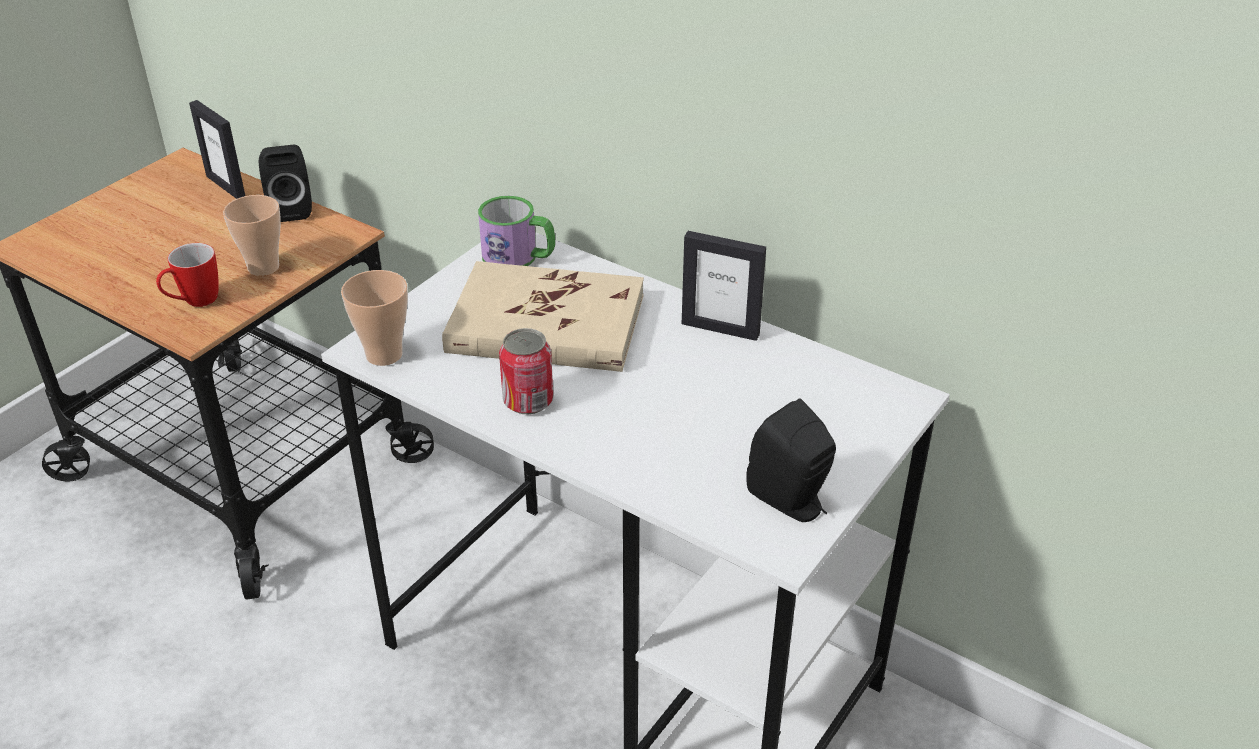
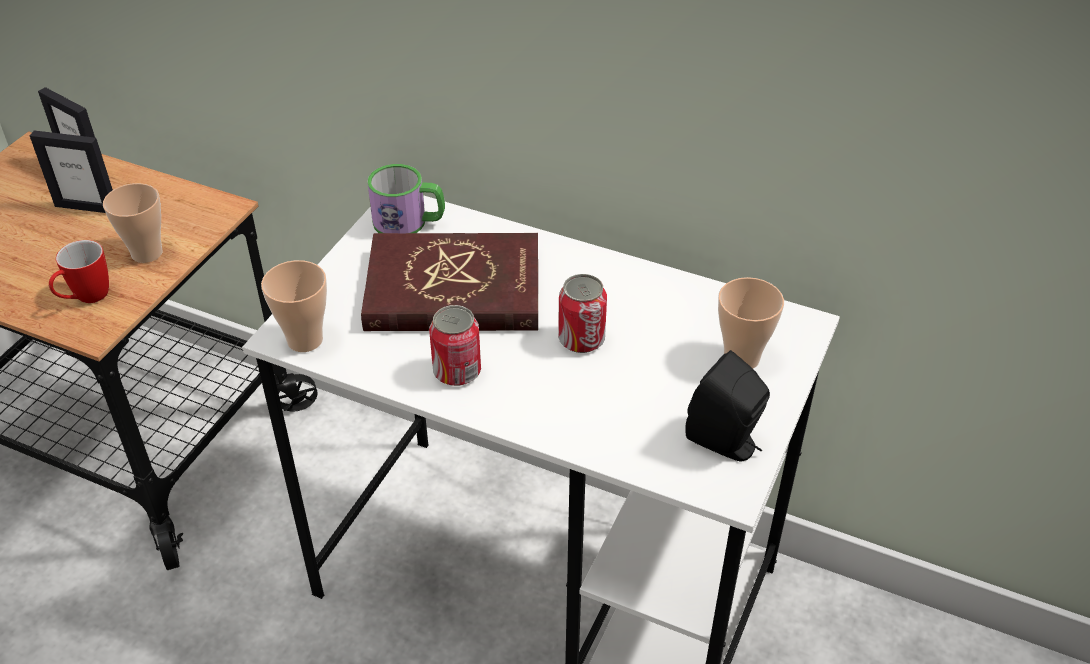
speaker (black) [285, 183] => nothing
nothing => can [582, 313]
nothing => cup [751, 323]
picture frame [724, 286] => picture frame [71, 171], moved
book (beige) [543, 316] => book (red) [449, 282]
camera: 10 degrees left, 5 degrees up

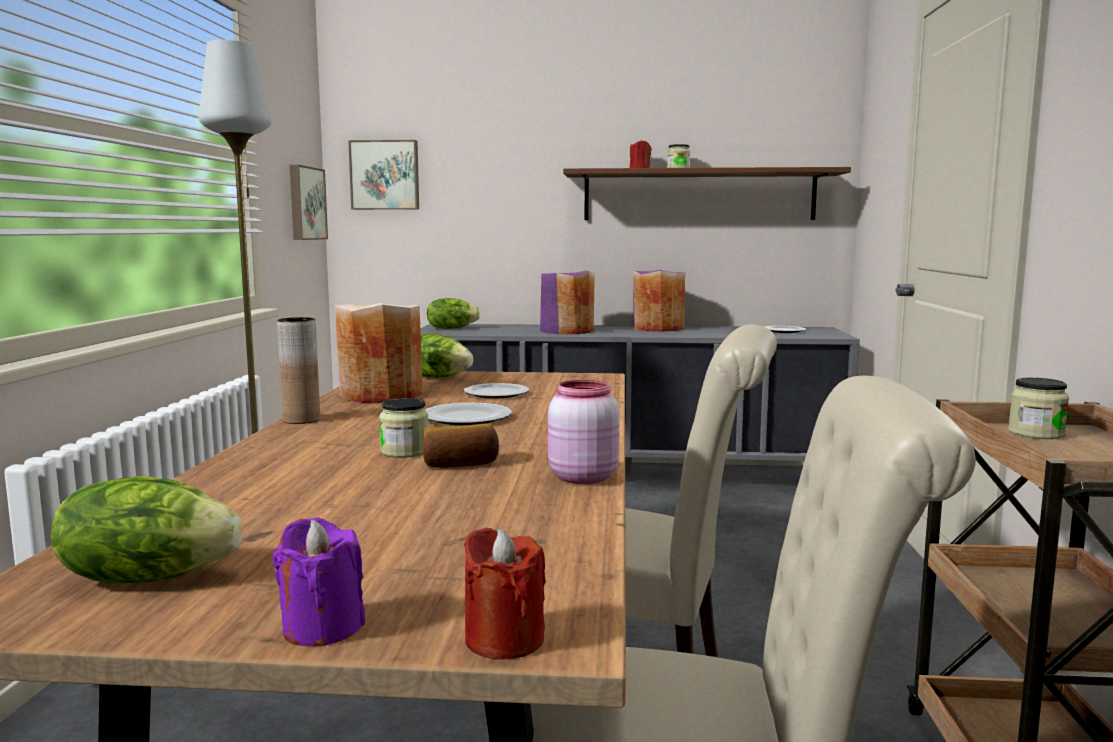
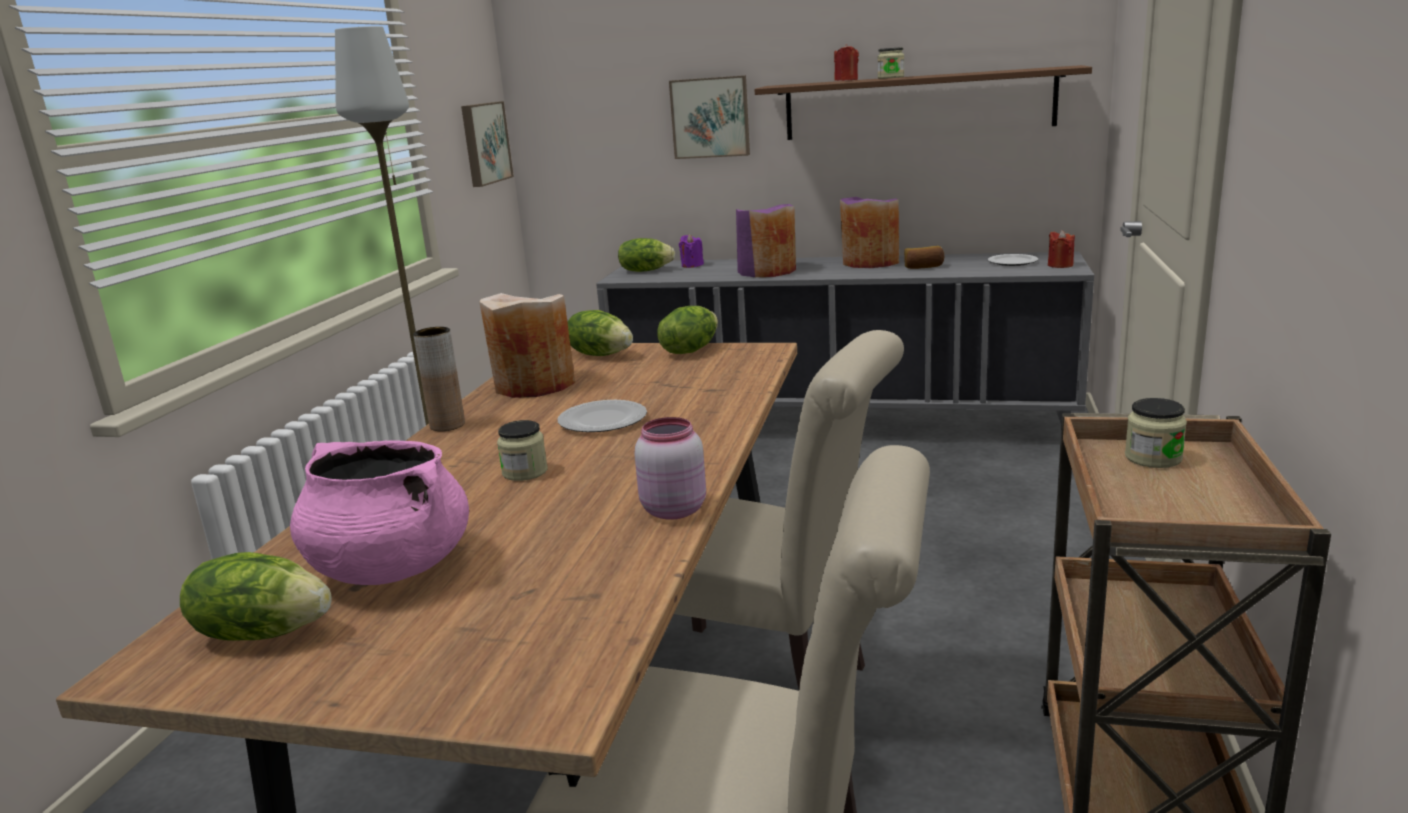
plate [496, 390] => nothing
nothing => cooking pot (pink) [379, 512]
nothing => lettuce [687, 330]
candle (purple) [319, 582] => candle (purple) [691, 251], moved
picture [383, 175] => picture [709, 117], moved
bread [461, 446] => bread [924, 257], moved
candle (red) [505, 594] => candle (red) [1061, 249], moved
camera: 10 degrees right, 10 degrees up

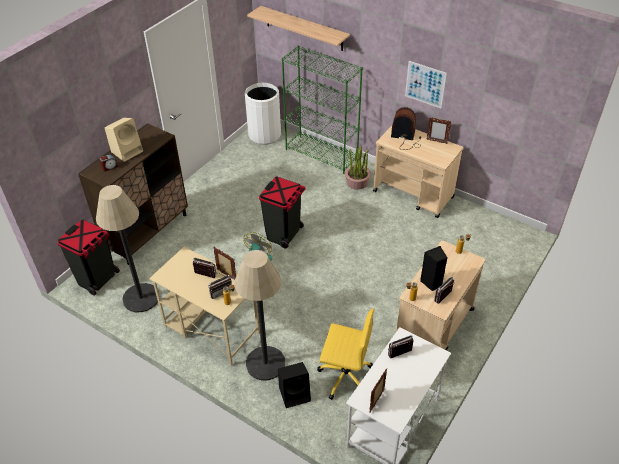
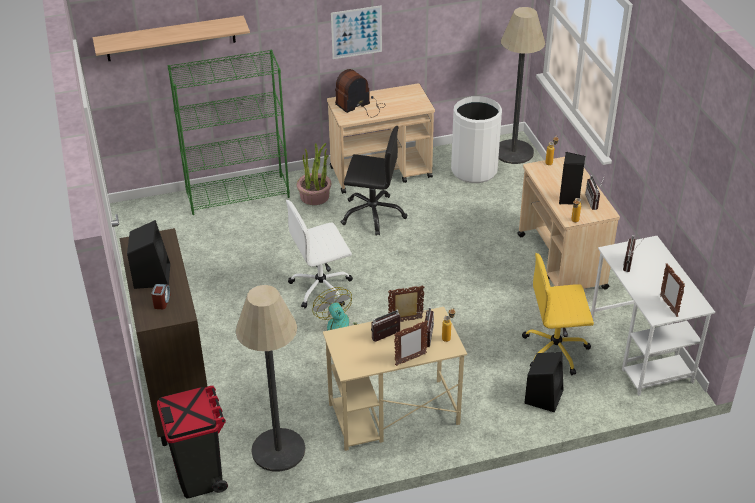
nothing => office chair (black) [374, 181]
floor lamp [259, 315] => floor lamp [521, 85], moved
trash can (white) [263, 114] => trash can (white) [476, 139], moved
picture frame [439, 130] => picture frame [411, 343], moved
trash can (black) [282, 212] => office chair (white) [319, 254]
speaker (beige) [124, 140] => speaker (black) [148, 254]
office chair (yellow) [346, 354] => office chair (yellow) [558, 314], 150 degrees counterclockwise
camera: 50 degrees left, 5 degrees down

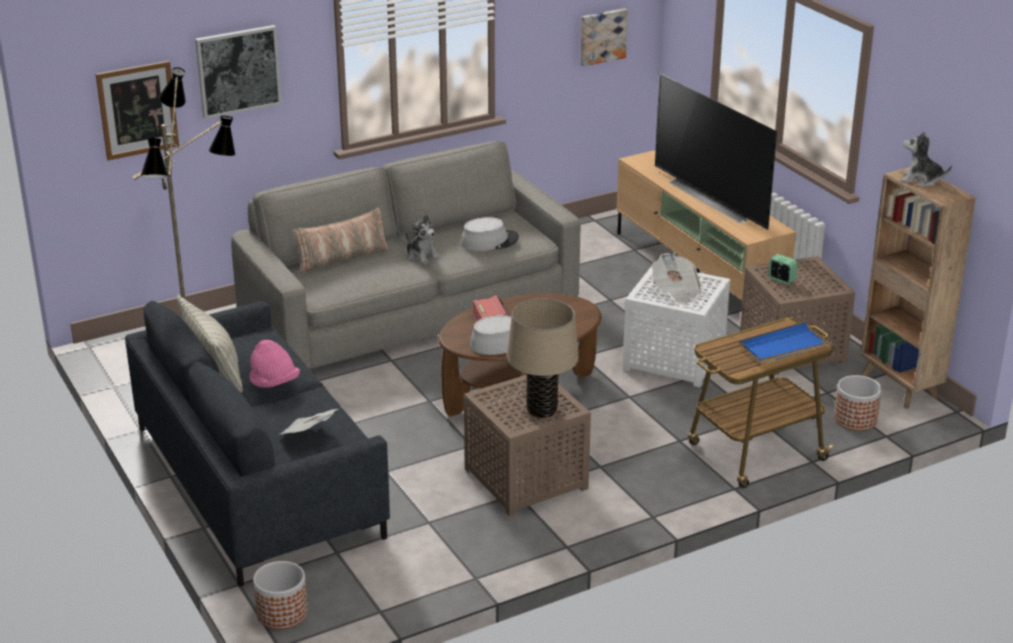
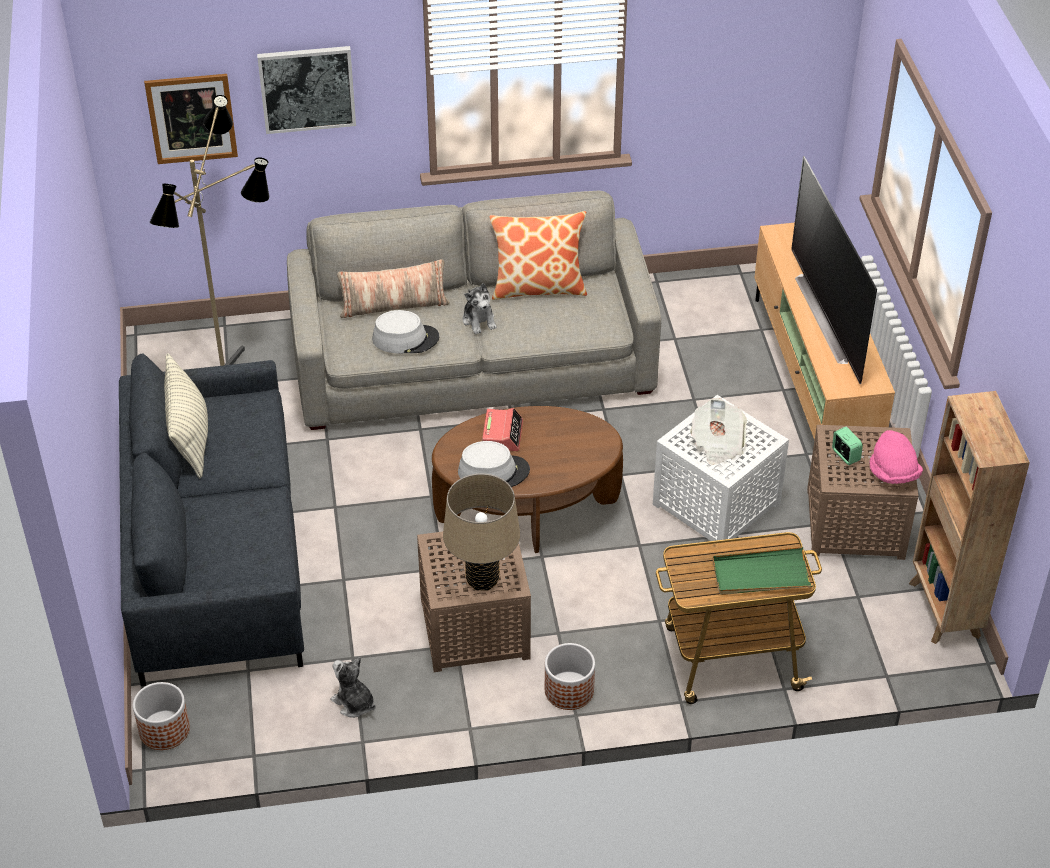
newspaper [308, 422] => nothing
picture [604, 37] => nothing
nothing => pillow [538, 255]
hat (pink) [275, 364] => hat (pink) [896, 457], moved
hat (grey) [490, 234] => hat (grey) [405, 332], moved
planter [858, 403] => planter [570, 676], moved
plush toy [926, 159] => plush toy [353, 687], moved
tray (blue) [786, 343] => tray (green) [762, 571]
camera: 20 degrees right, 15 degrees up

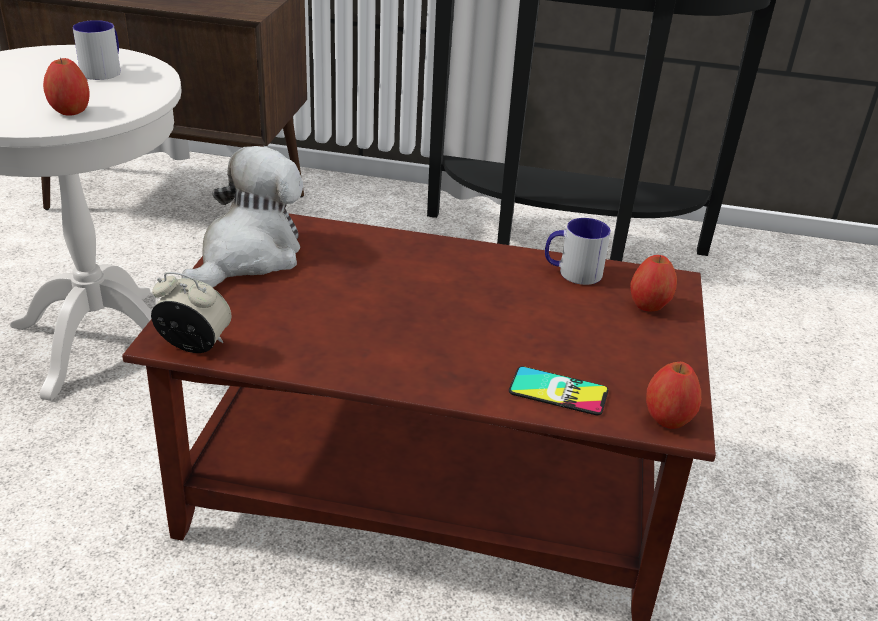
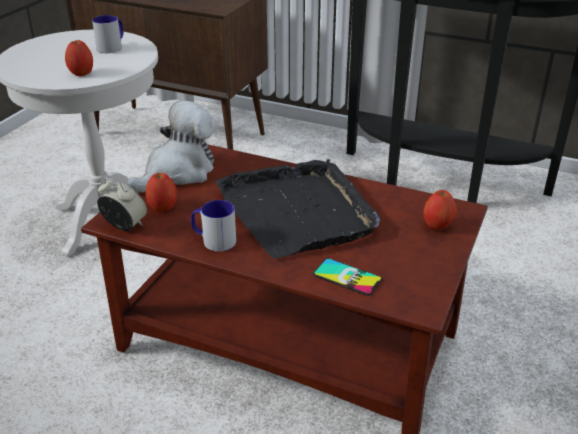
nothing => tray (black) [298, 208]
mug [578, 251] => mug [213, 226], moved
apple [674, 395] => apple [161, 192], moved
camera: 15 degrees right, 0 degrees up

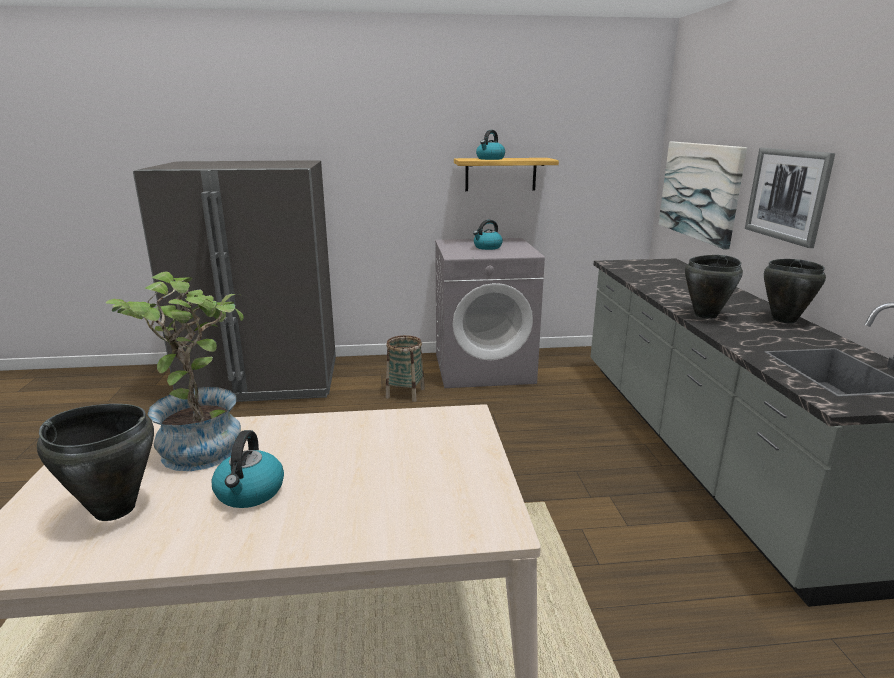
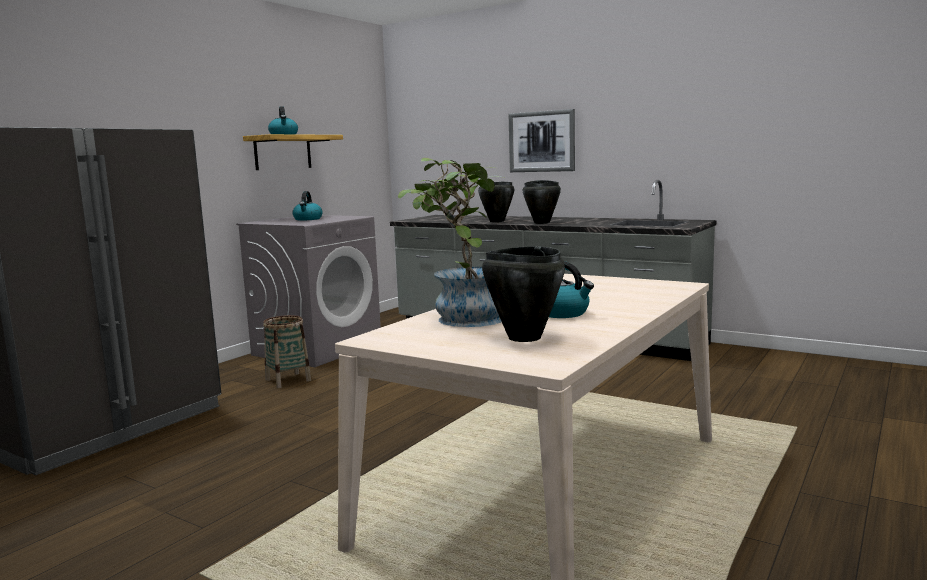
picture [702, 195] => nothing
cooking pot (black) [795, 291] => cooking pot (black) [496, 202], moved
camera: 50 degrees left, 10 degrees down

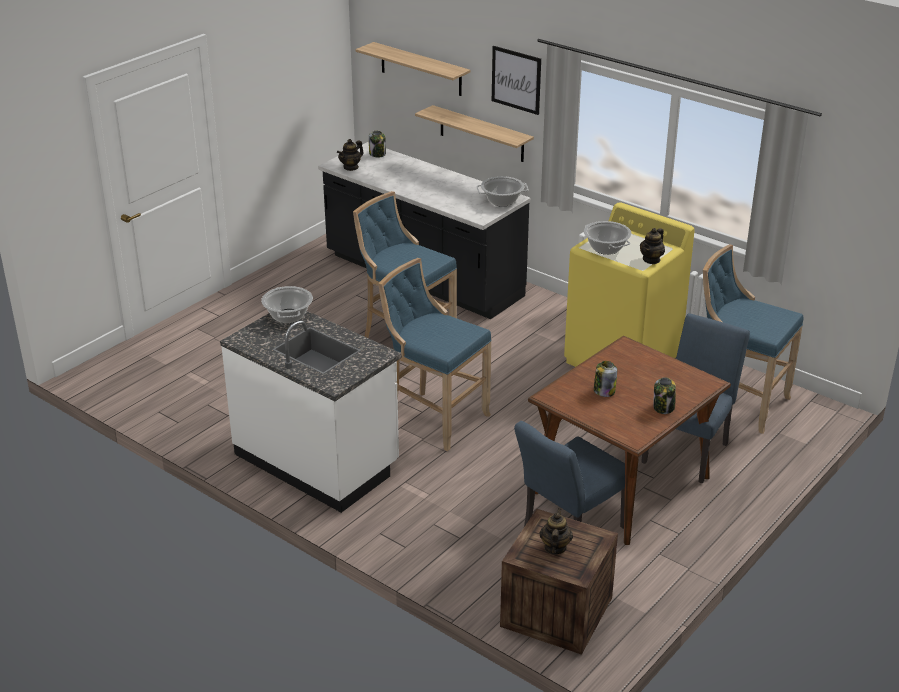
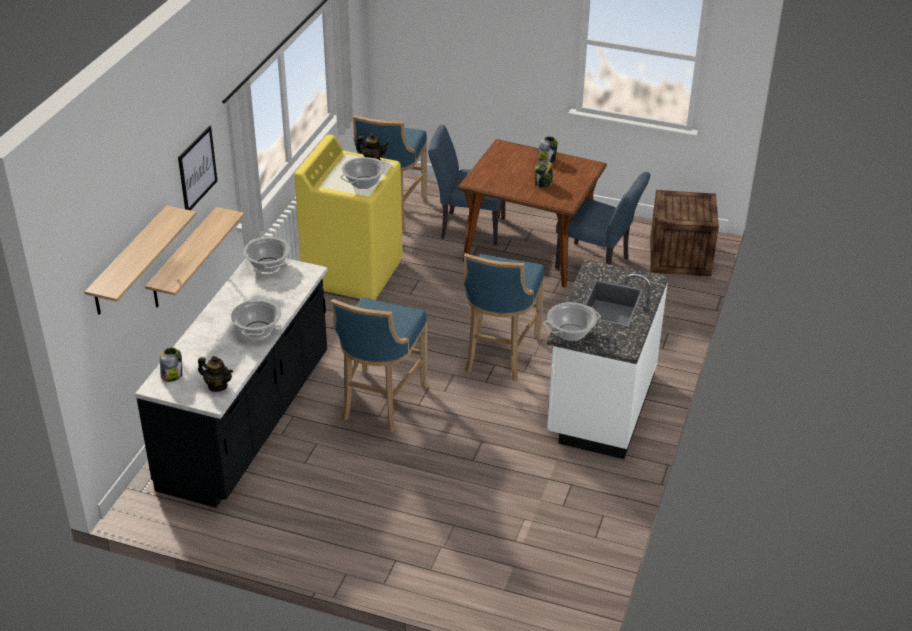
teapot [556, 531] => nothing
nothing => cooking pot [256, 318]
camera: 110 degrees left, 5 degrees up

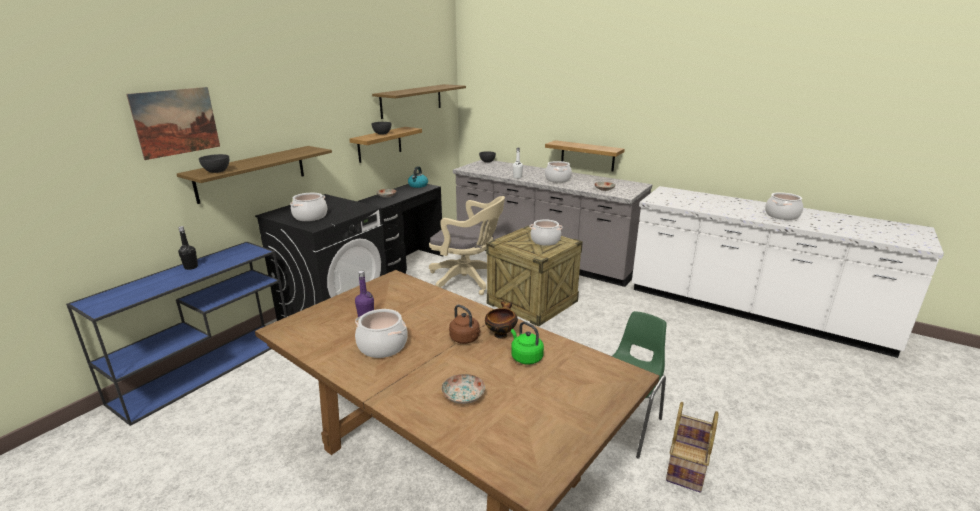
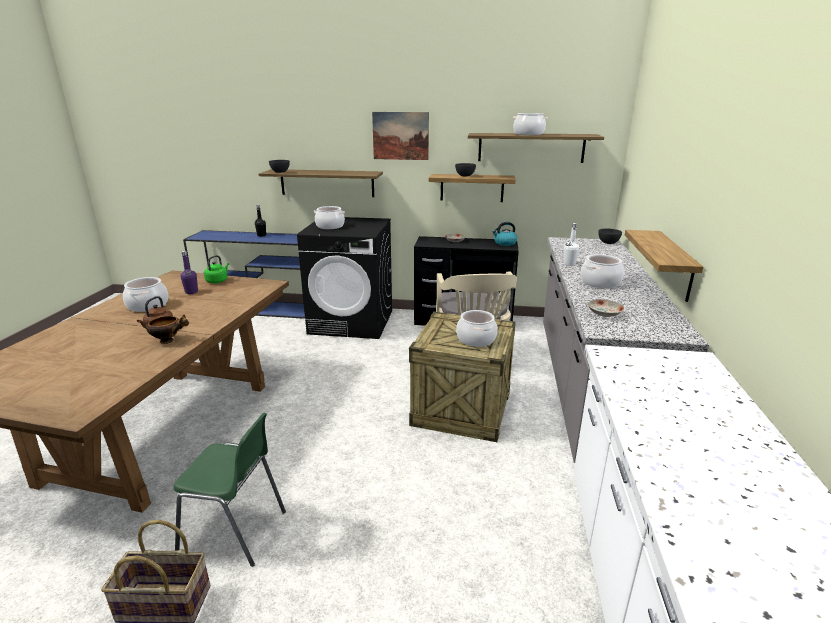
plate [463, 389] => nothing
picture [173, 123] => picture [400, 136], moved
kettle (green) [527, 343] => kettle (green) [216, 269], moved
cooking pot [784, 206] => cooking pot [530, 124], moved
camera: 65 degrees right, 0 degrees up

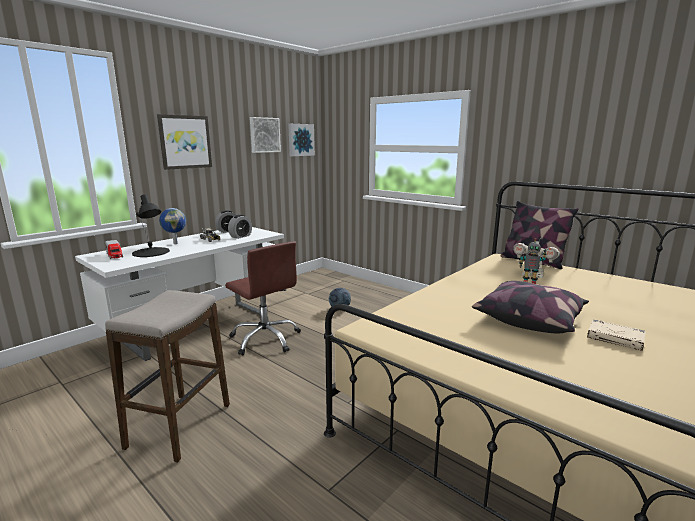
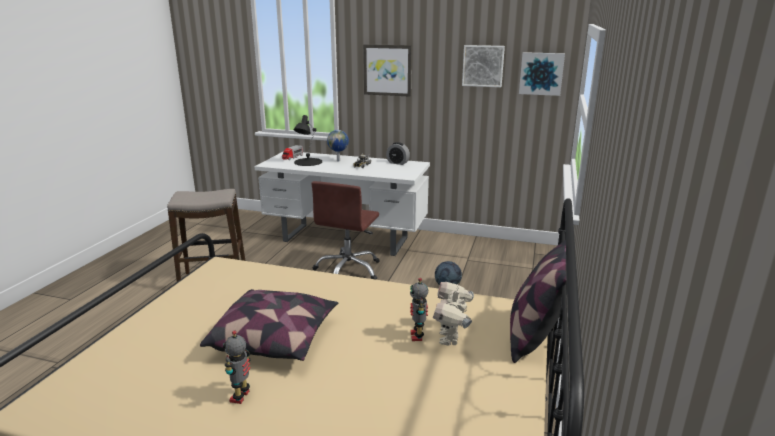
alarm clock [240, 227] => nothing
book (beige) [616, 335] => toy robot [237, 367]
camera: 65 degrees right, 5 degrees up

